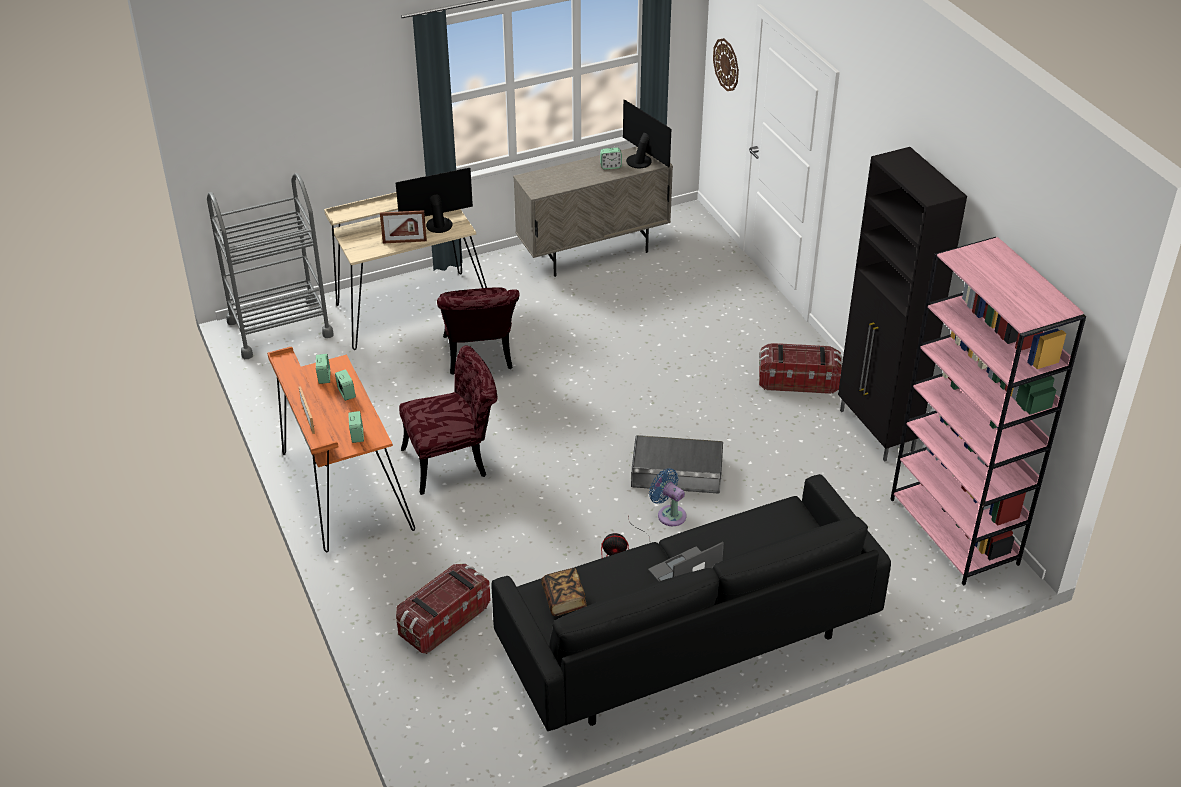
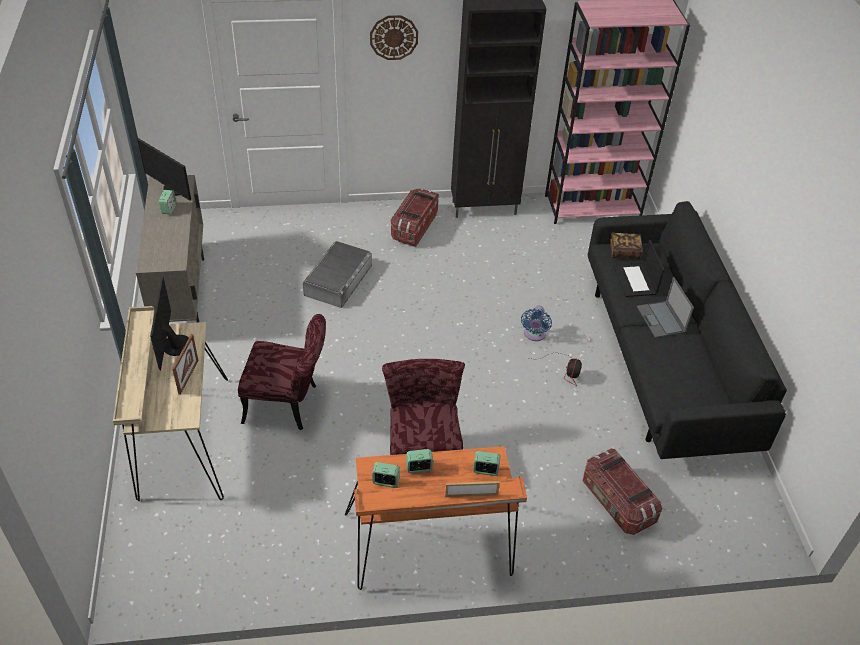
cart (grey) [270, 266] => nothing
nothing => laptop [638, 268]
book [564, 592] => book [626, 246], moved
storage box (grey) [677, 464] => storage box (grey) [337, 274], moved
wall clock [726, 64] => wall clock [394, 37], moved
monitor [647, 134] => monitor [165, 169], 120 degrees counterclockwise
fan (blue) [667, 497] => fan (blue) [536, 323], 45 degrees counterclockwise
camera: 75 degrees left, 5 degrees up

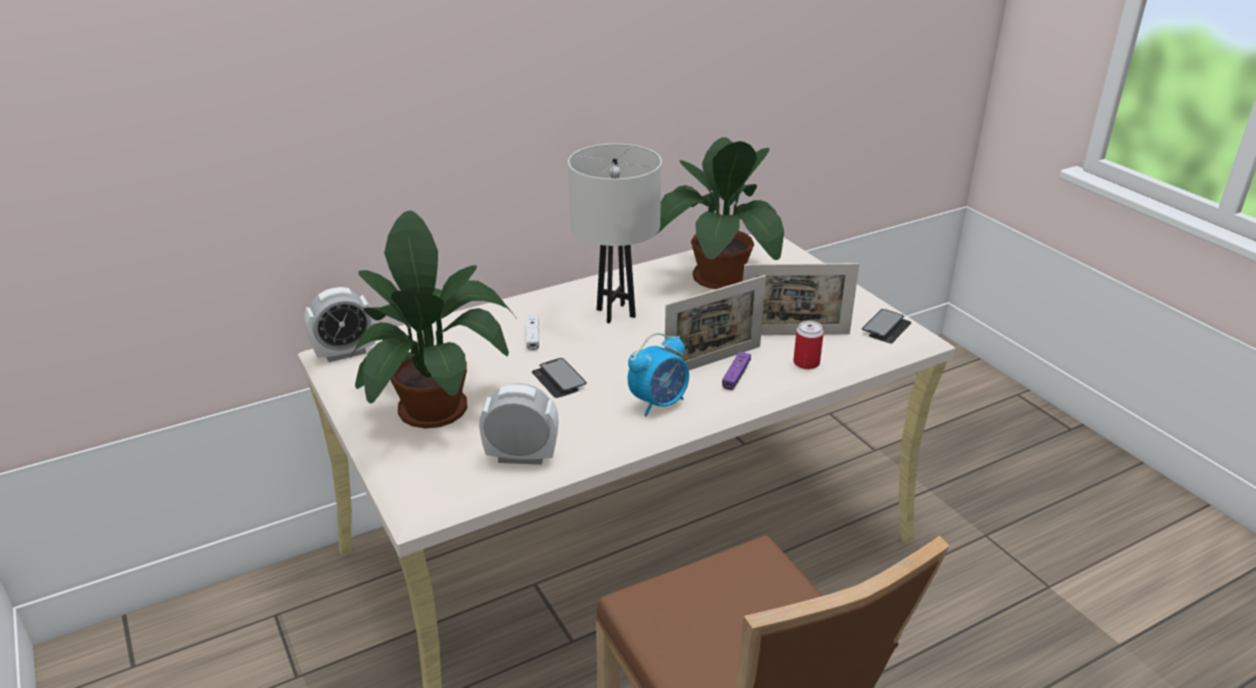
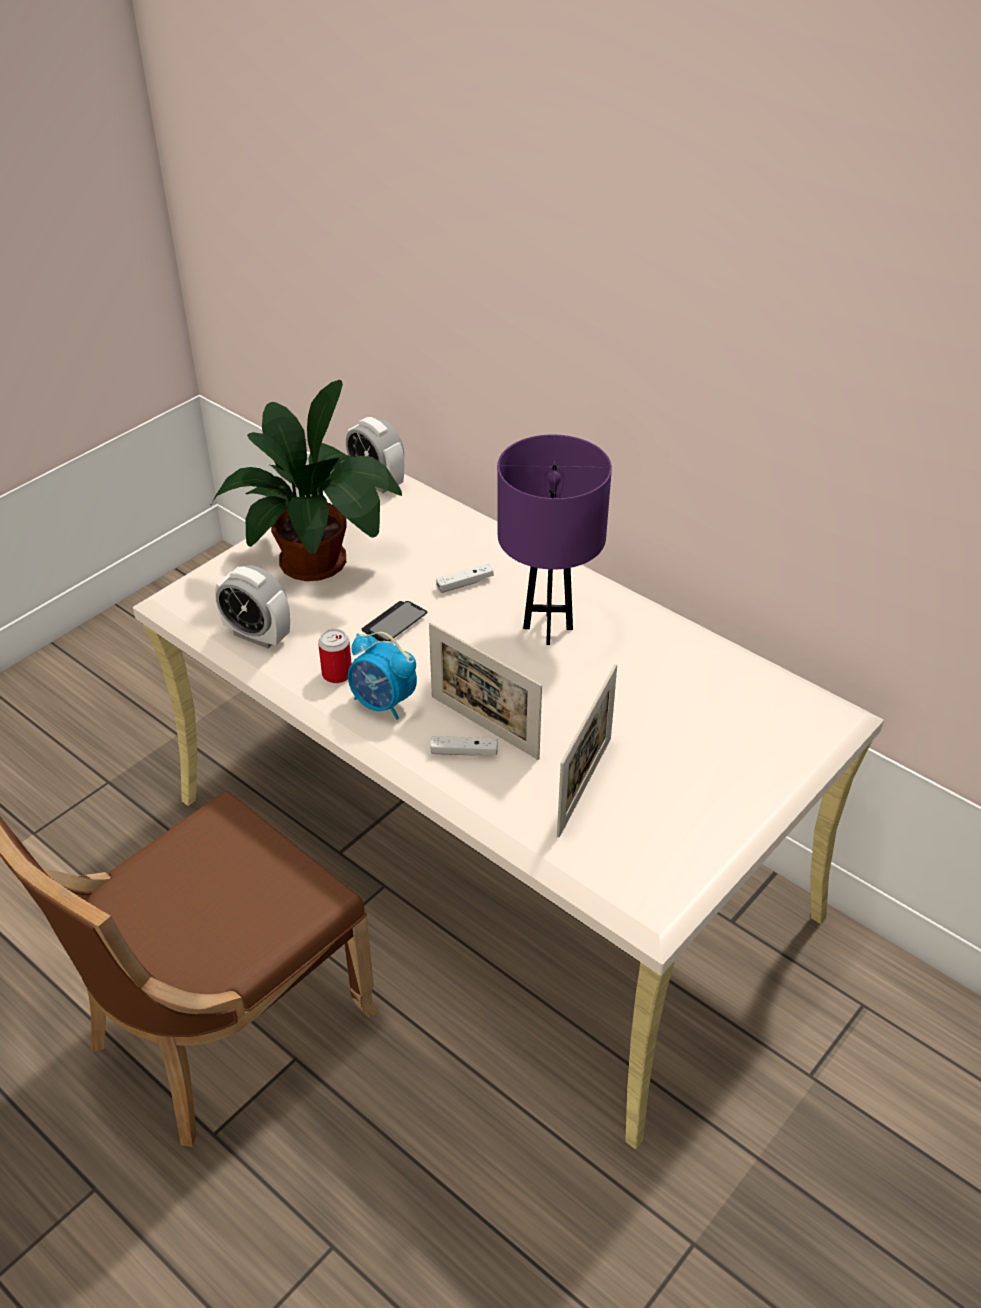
potted plant [720, 213] => nothing
phone [886, 326] => nothing
can [808, 345] => can [335, 656], moved
table lamp (white) [615, 233] => table lamp (purple) [554, 540]
game controller (purple) [736, 371] => game controller (white) [464, 746]
alarm clock [518, 424] => alarm clock [252, 607], 135 degrees clockwise
picture frame [801, 299] => picture frame [587, 751], 135 degrees counterclockwise
camera: 70 degrees right, 10 degrees up

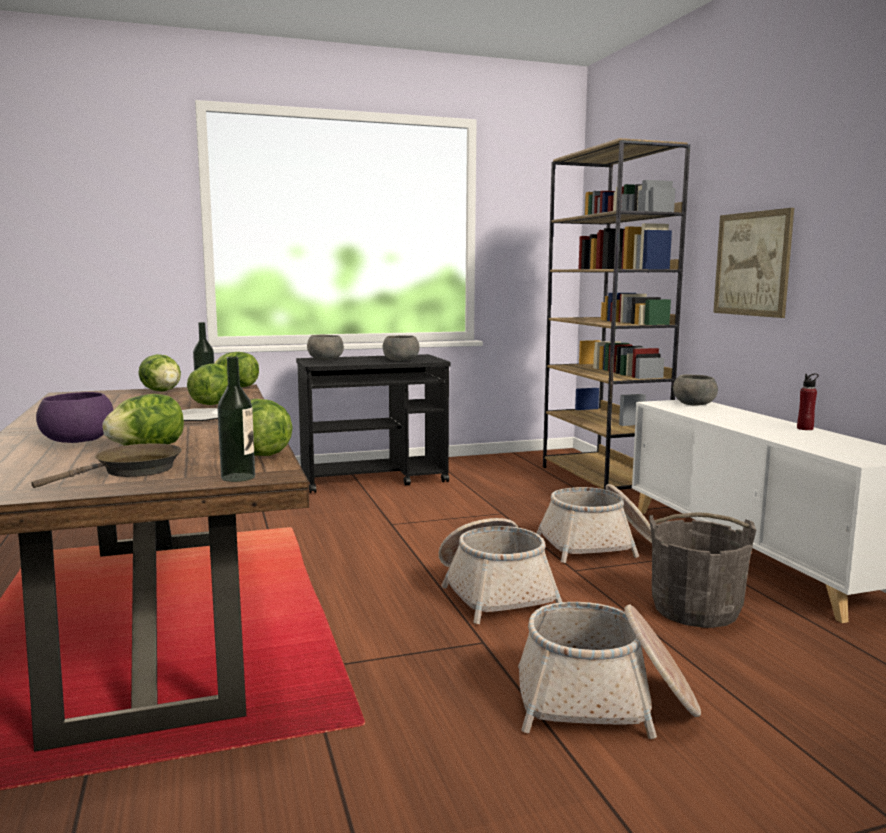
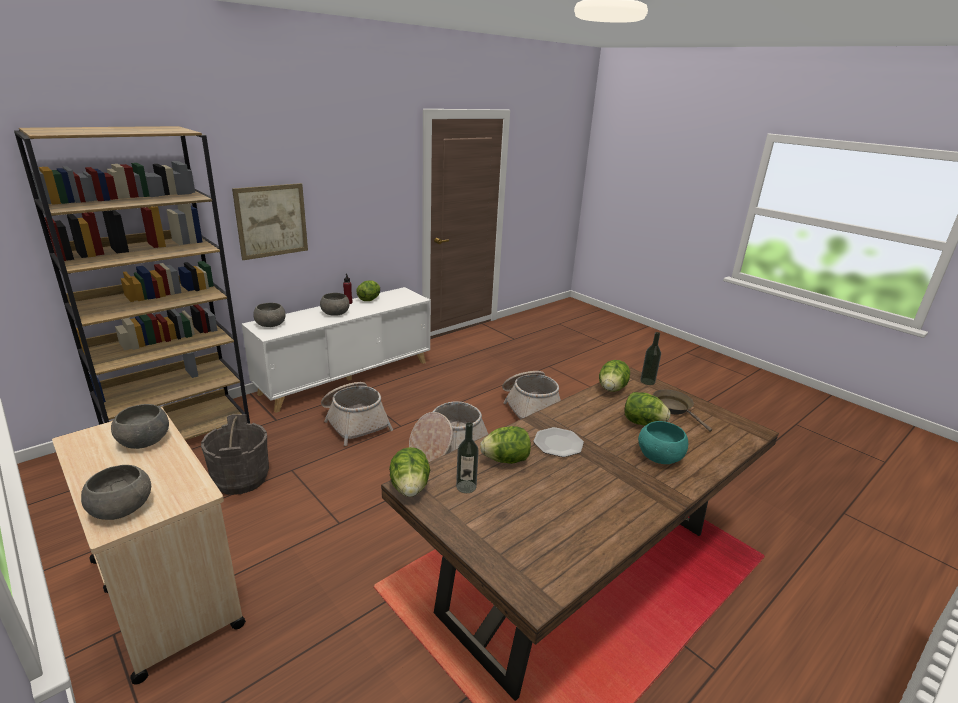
nothing => bowl (grey) [335, 304]
lettuce [159, 372] => lettuce [368, 290], moved
bucket (grey) [702, 570] => bucket (grey) [235, 454], moved
bowl (purple) [74, 417] => bowl (turquoise) [663, 442]
cart (black) [373, 423] => cart (beige) [149, 545]
frying pan (brown) [106, 465] => frying pan (brown) [682, 410], 45 degrees clockwise
camera: 115 degrees left, 15 degrees up

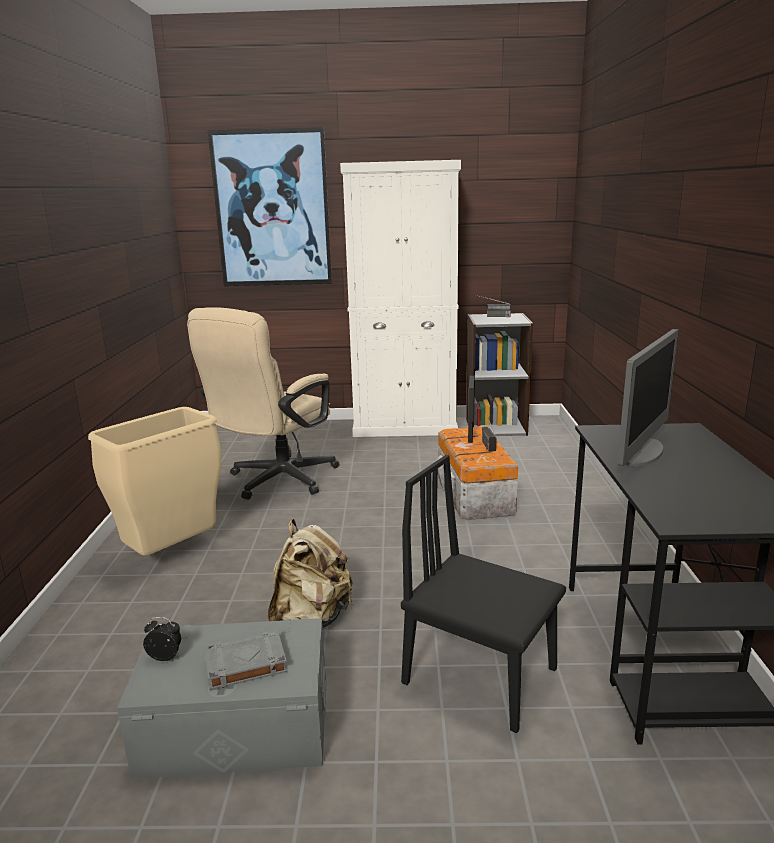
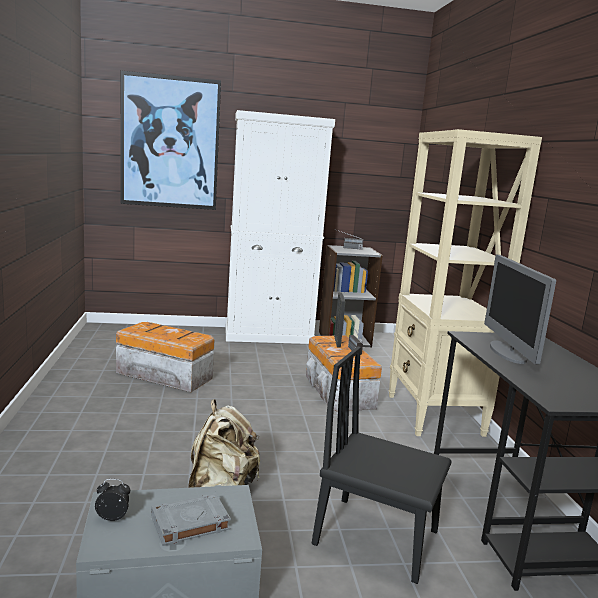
trash can (beige) [154, 481] => nothing
nothing => bookcase (beige) [465, 283]
office chair (beige) [263, 403] => storage box [165, 357]
monitor [648, 398] => monitor [520, 310], 150 degrees clockwise
camera: 10 degrees left, 5 degrees down

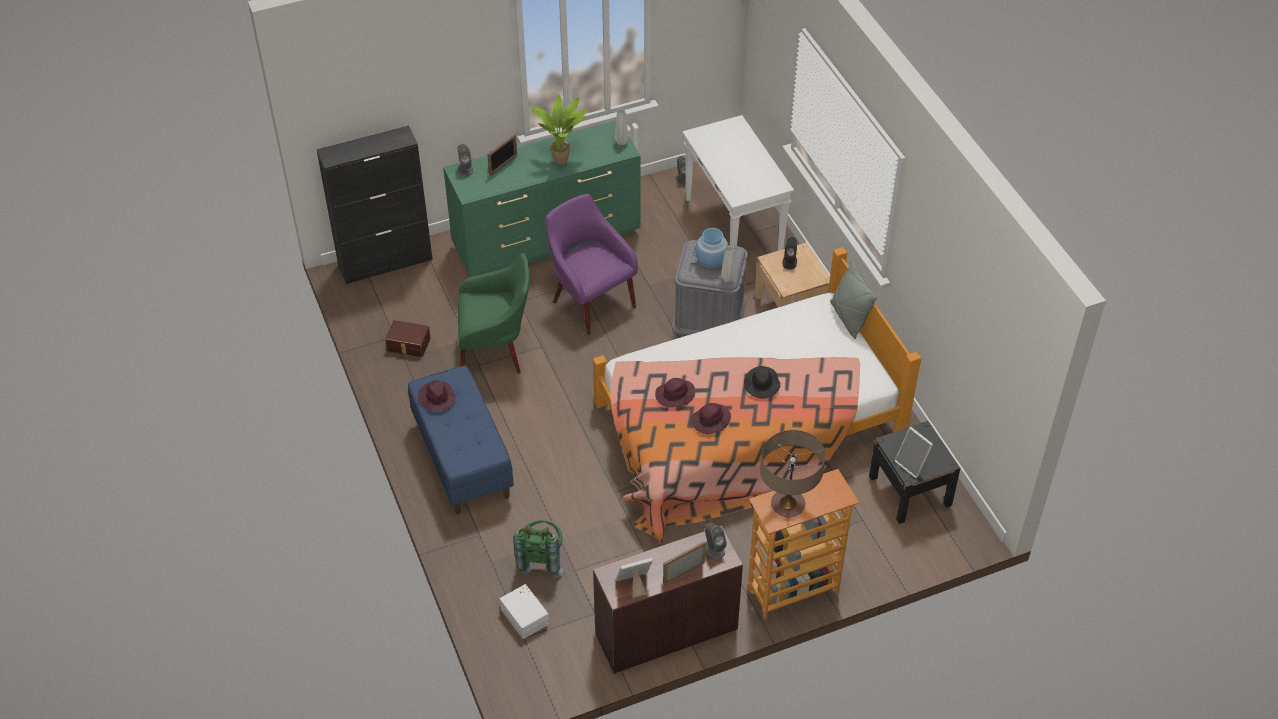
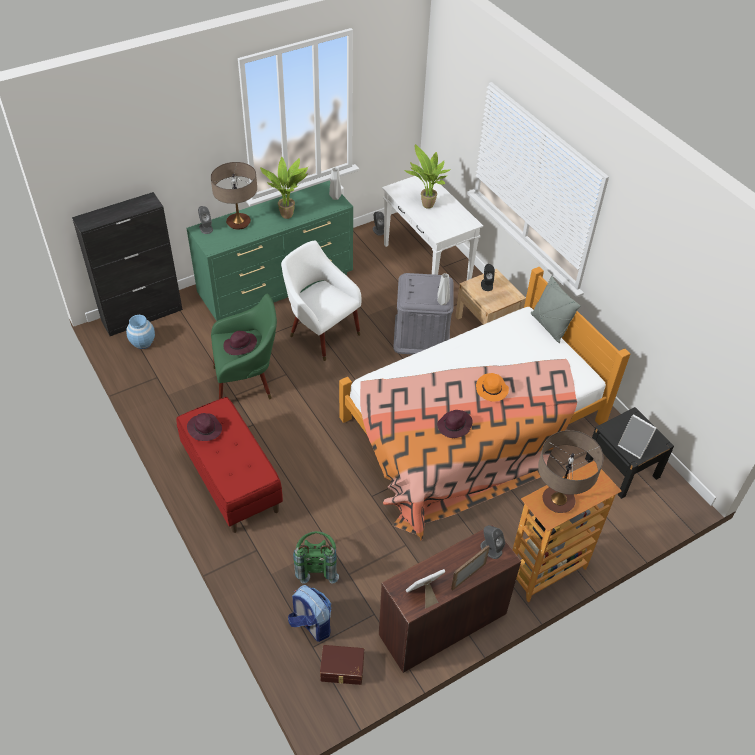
nothing => potted plant [428, 176]
storage box (brown) [408, 338] => storage box (brown) [342, 665], moved
hat (purple) [675, 392] => hat (purple) [240, 343], moved
vase (blue) [711, 249] => vase (blue) [140, 332], moved
picture frame [502, 155] => table lamp [234, 196]
storage box (white) [524, 611] => backpack [309, 613]
bench (blue) [461, 440] => bench (red) [229, 465]
armchair (purple) [591, 264] => armchair (white) [321, 300]
hat (black) [762, 382] => hat (orange) [492, 387]
camera: 10 degrees left, 0 degrees up

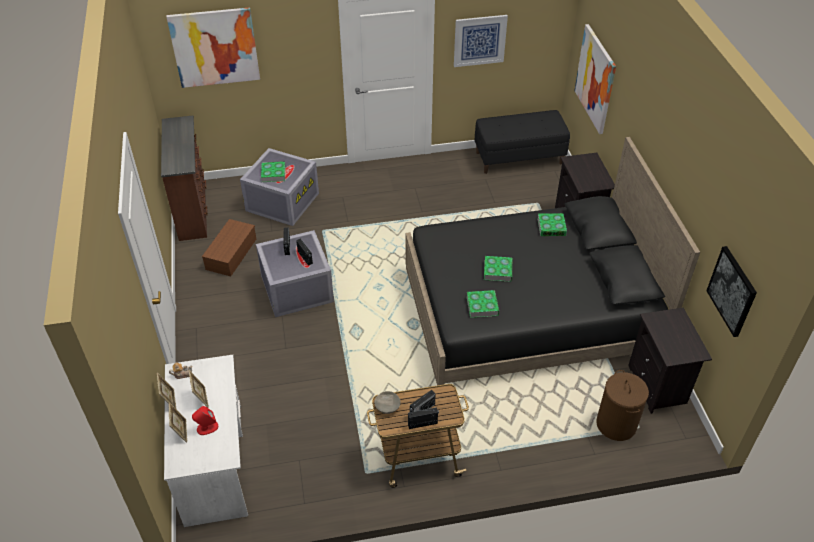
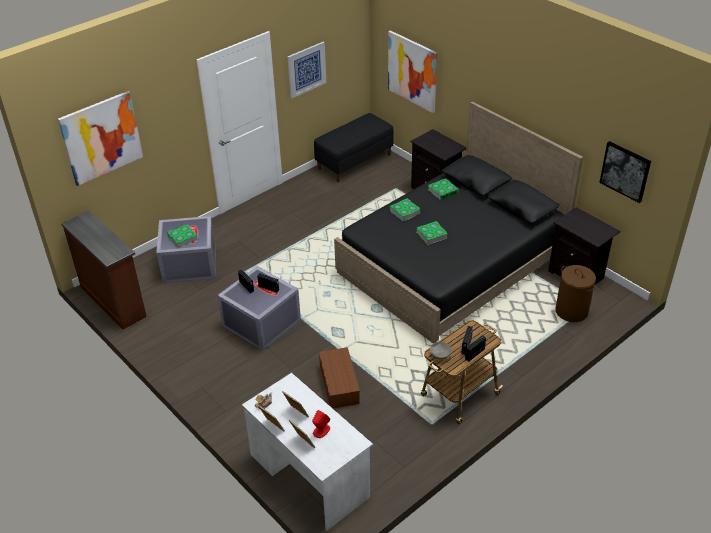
storage box (brown) [229, 247] => storage box (brown) [339, 377], moved
book [483, 304] => book [405, 210], moved
camera: 30 degrees left, 5 degrees down

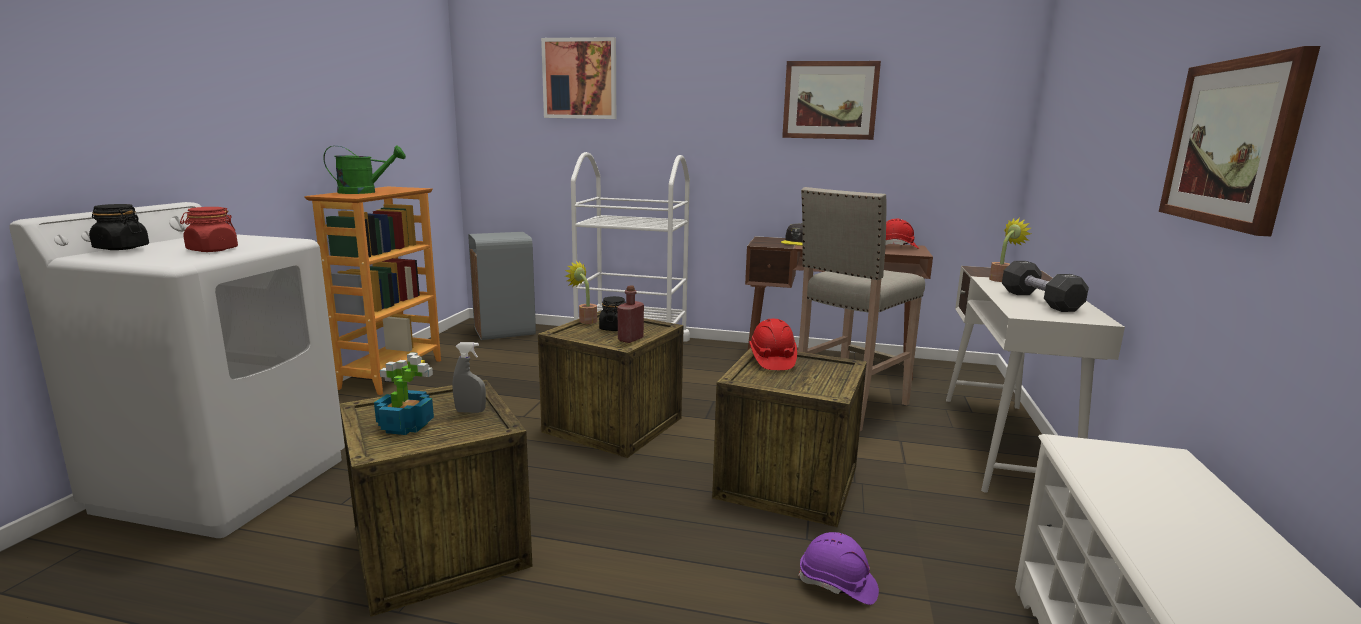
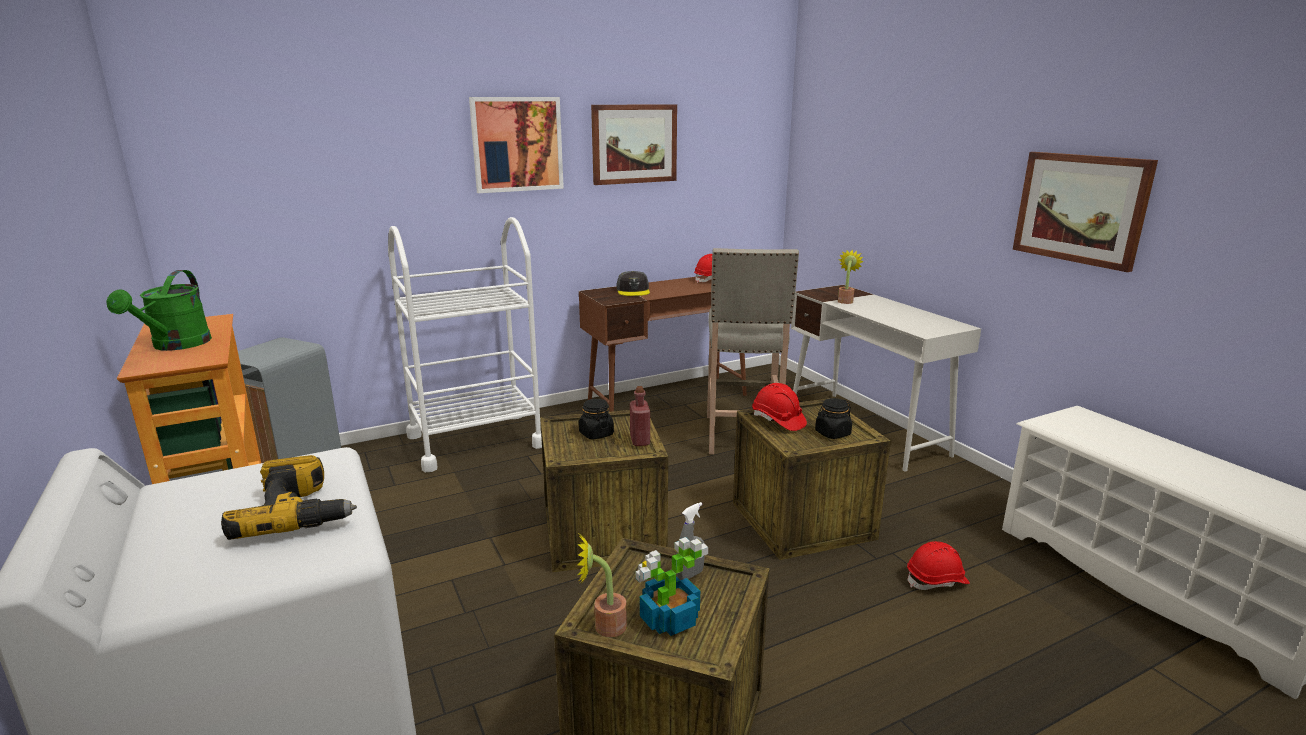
dumbbell (black) [1045, 286] => nothing
jar (black) [119, 227] => jar (black) [833, 418], moved
picture [578, 78] => picture [516, 145], moved
potted plant [581, 292] => potted plant [602, 585], moved
jar (red) [209, 229] => power drill [289, 497]
hard hat (purple) [838, 568] => hard hat (red) [938, 565]
watering can (green) [364, 170] => watering can (green) [159, 310], 150 degrees clockwise
camera: 40 degrees left, 5 degrees up

